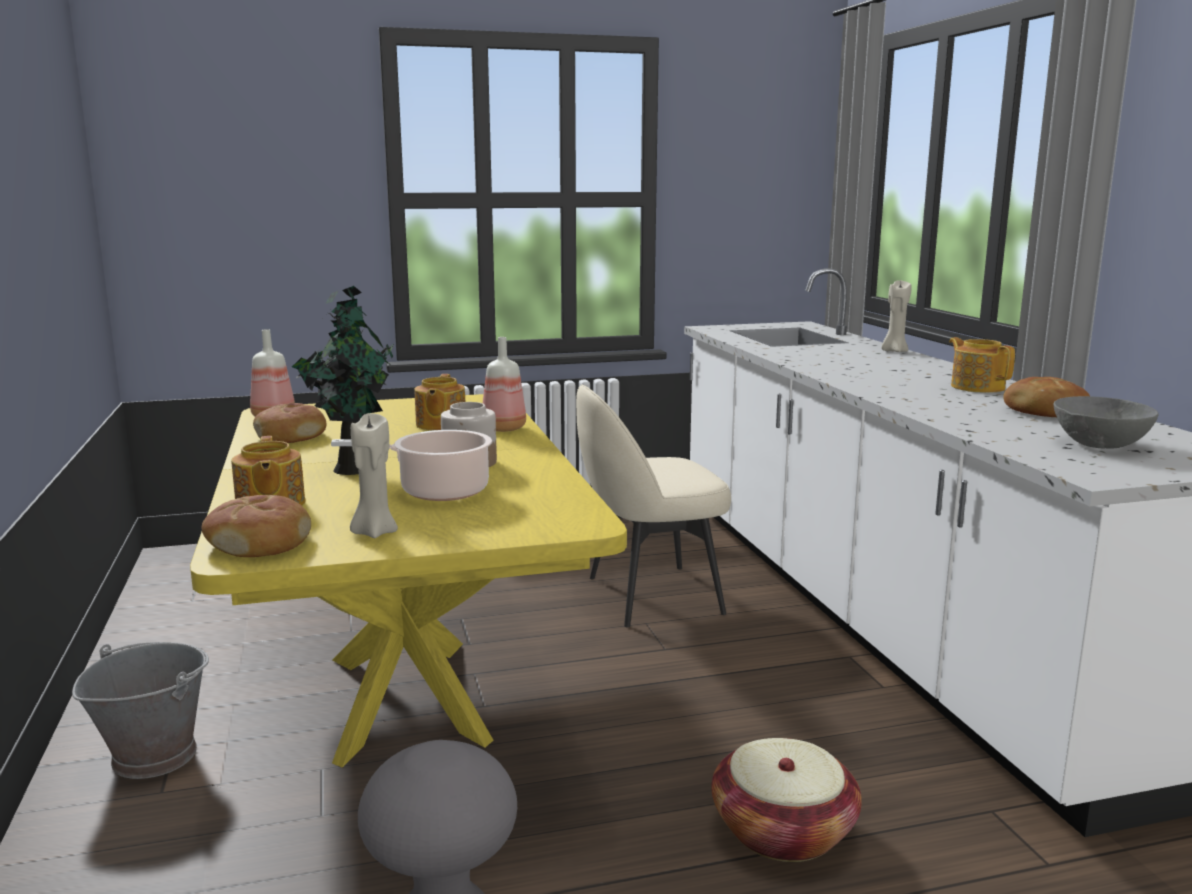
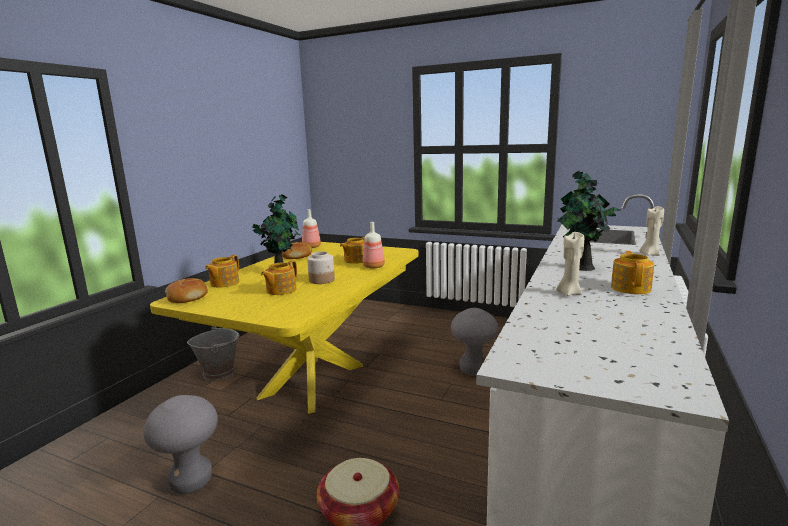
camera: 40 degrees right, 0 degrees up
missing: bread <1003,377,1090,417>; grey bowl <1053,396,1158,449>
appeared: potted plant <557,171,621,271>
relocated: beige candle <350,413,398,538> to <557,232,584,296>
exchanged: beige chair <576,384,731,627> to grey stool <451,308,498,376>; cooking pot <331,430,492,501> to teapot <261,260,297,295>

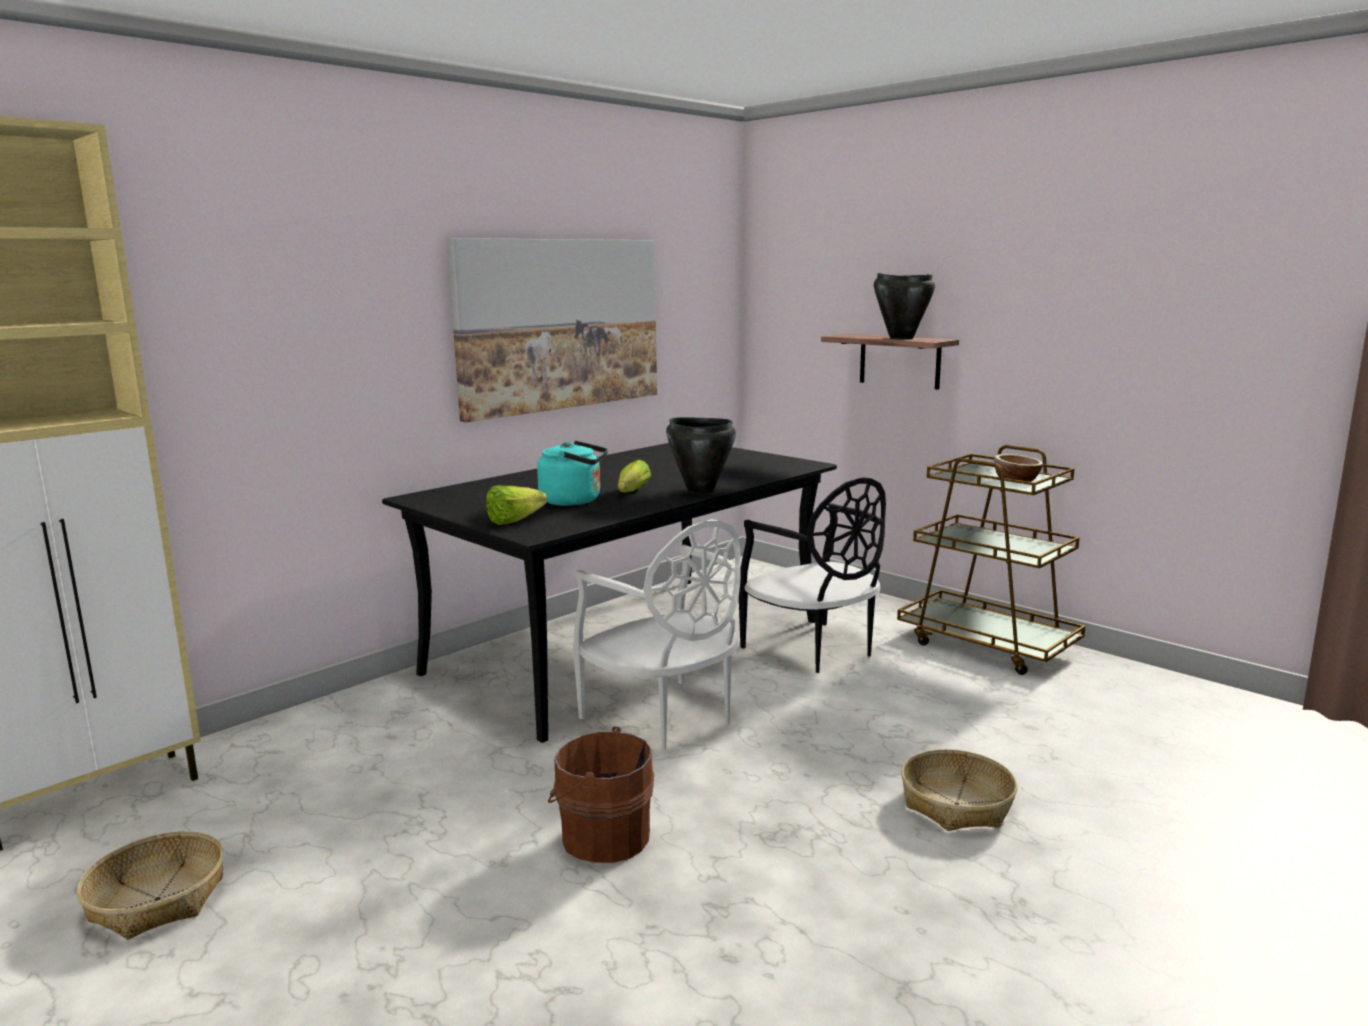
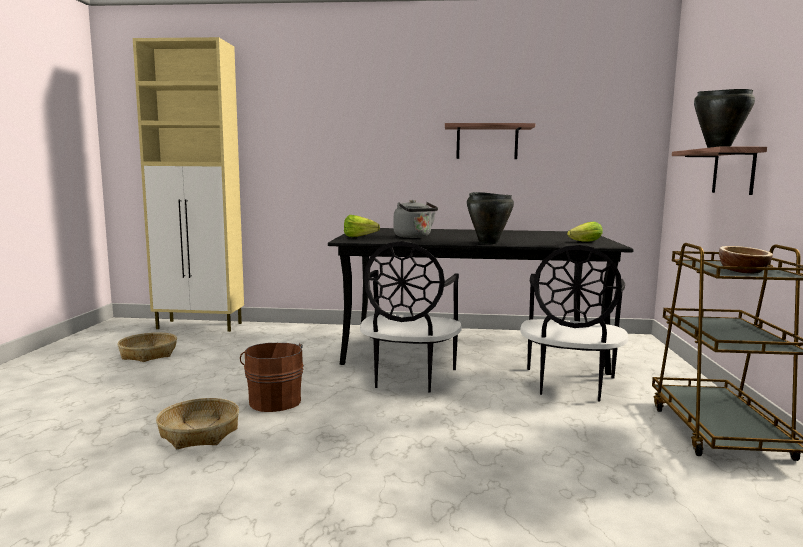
camera: 50 degrees right, 5 degrees down
relocated: lettuce <618,460,651,492> to <567,222,603,242>; basket <901,749,1017,831> to <156,398,239,449>
exchanged: picture <447,238,657,423> to shelf <445,123,535,159>
colour: turquoise kettle <537,441,608,506> to grey kettle <394,200,438,238>; white chair <573,519,740,750> to black chair <360,241,462,393>

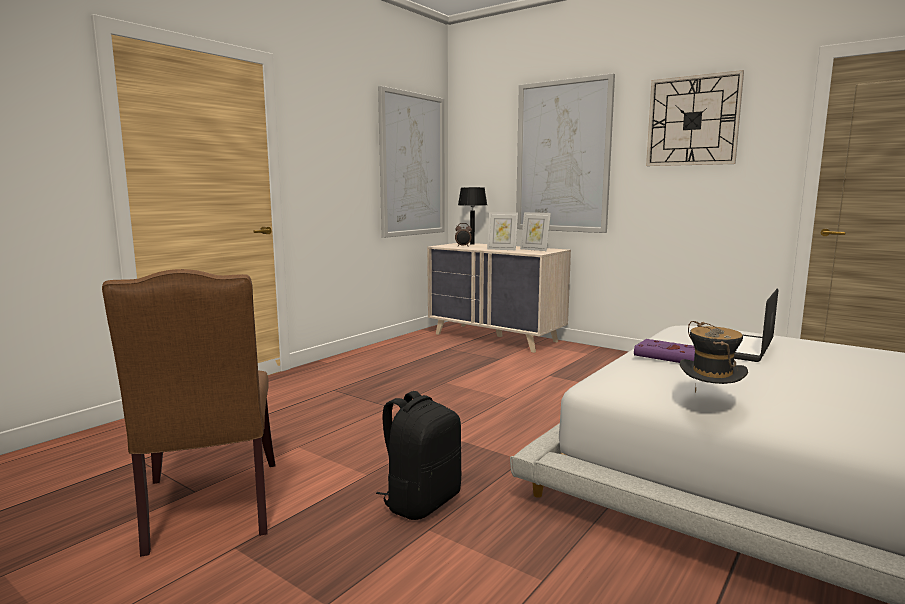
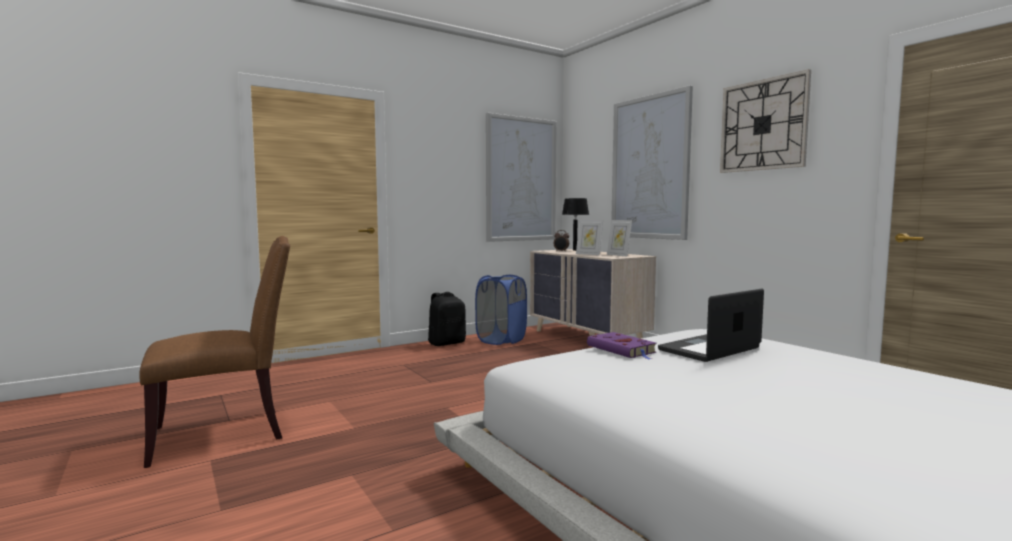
camera: 20 degrees right, 5 degrees down
missing: hat <680,321,748,392>
appeared: blue laundry basket <475,275,527,345>
relocated: black backpack <376,391,461,520> to <428,292,466,346>
spun: brown chair <102,269,275,557> = <140,236,290,468> 120 degrees counterclockwise

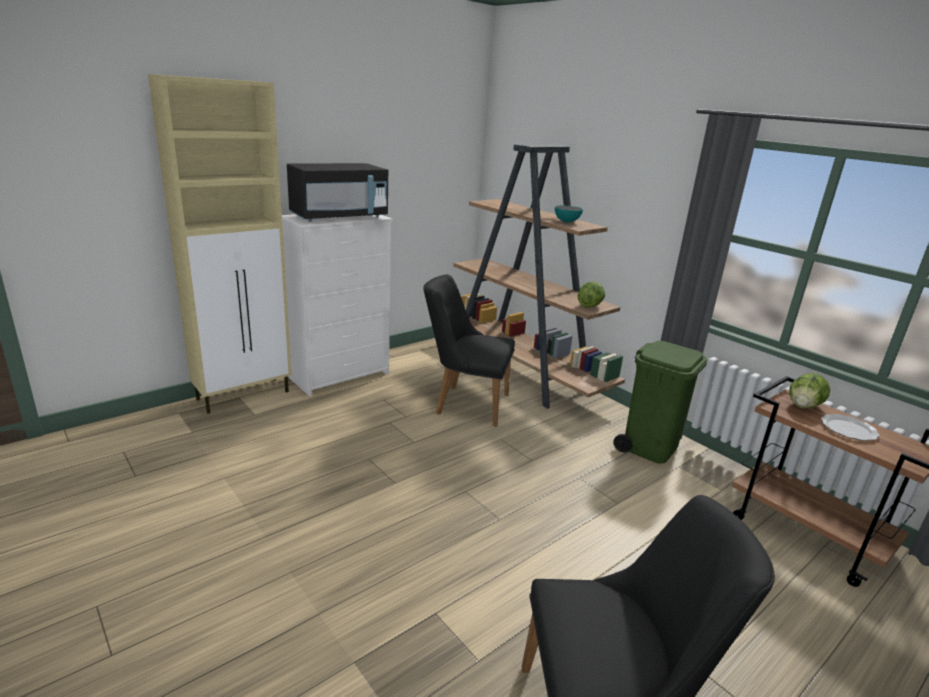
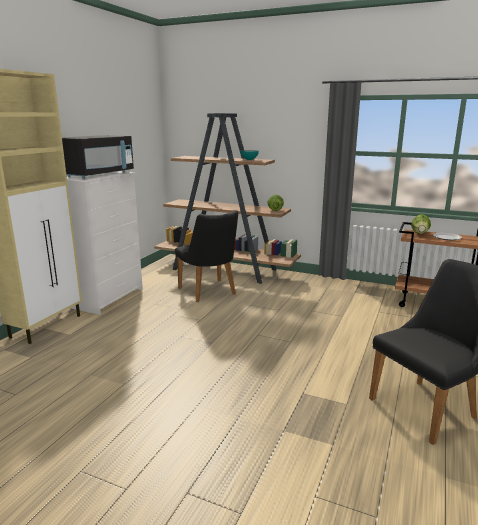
camera: 25 degrees left, 5 degrees down
missing: green trash can <613,341,707,464>
spun: black chair <423,274,515,427> = <175,210,238,302> 105 degrees counterclockwise

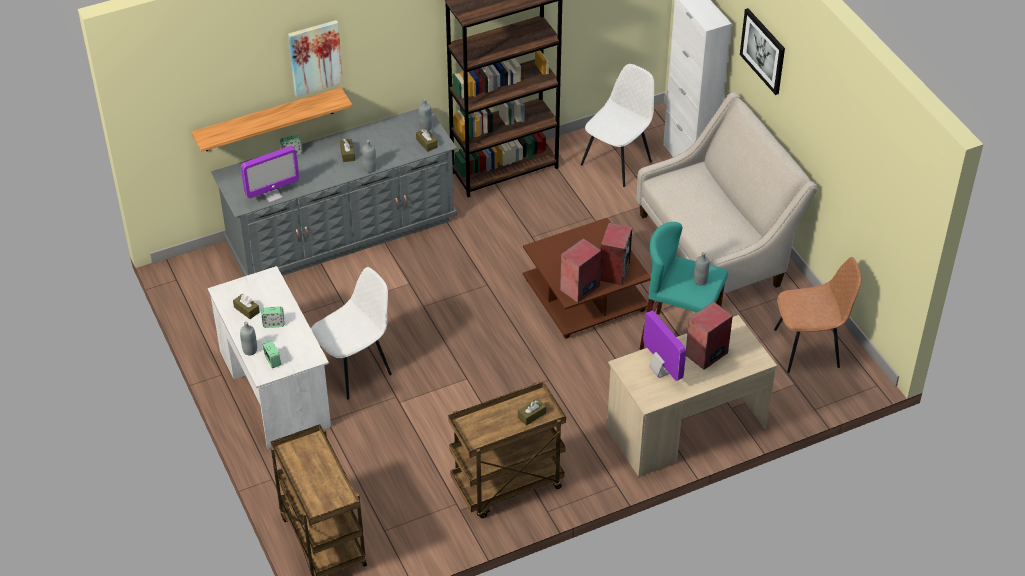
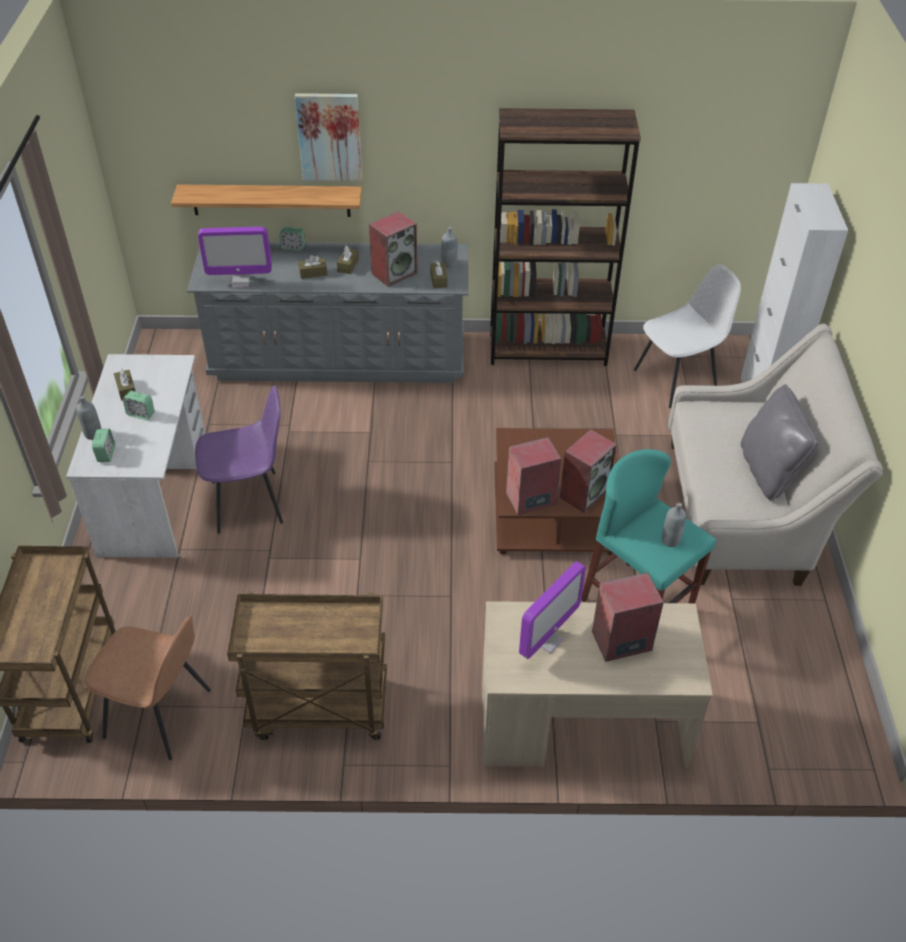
camera: 25 degrees right, 0 degrees up
missing: picture <740,8,785,95>; grey bottle <362,140,377,173>
appeared: speaker <369,211,417,287>; grey pillow <741,384,819,501>
relocated: brown chair <774,257,861,373> to <85,616,211,760>; brown tissue box <518,398,546,425> to <298,255,327,279>
colour: white chair <311,267,392,400> to purple chair <195,385,283,534>
spun: monitor <643,311,686,381> = <519,561,586,659> 45 degrees clockwise

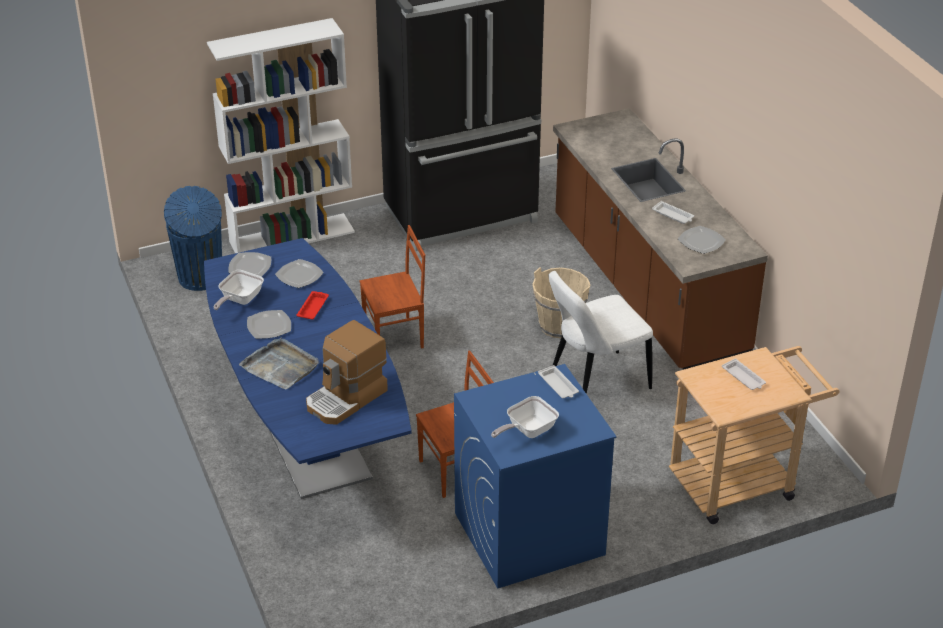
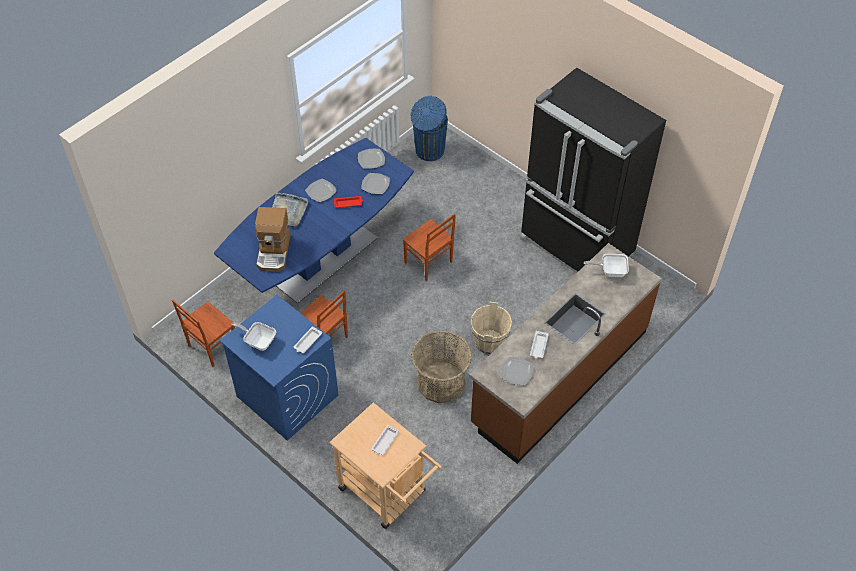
camera: 65 degrees right, 15 degrees up
missing: white bookcase <207,18,355,253>
appeared: brown chair <172,300,235,367>
relocated: frying pan <213,270,264,310> to <584,254,629,277>
exchanged: white chair <548,271,653,394> to basket <411,330,472,403>
spun: coffee machine <306,320,388,425> = <255,207,291,272> 105 degrees counterclockwise

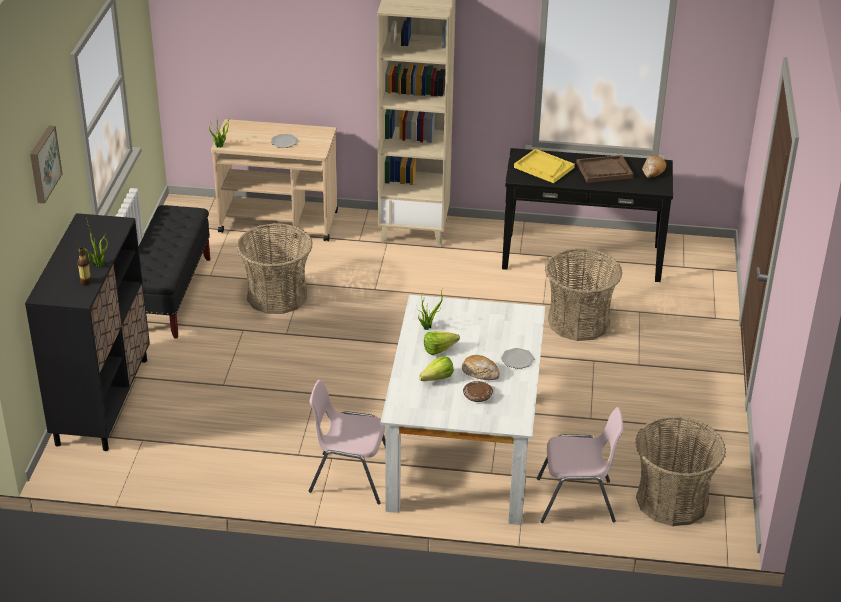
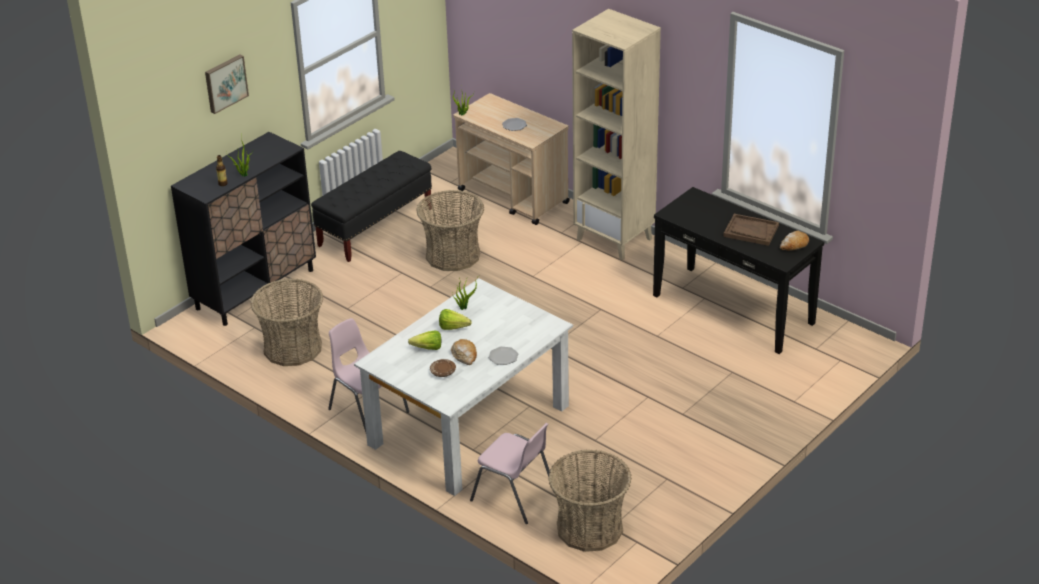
camera: 35 degrees right, 0 degrees up
missing: yellow tray <514,149,575,183>
relocated: basket <545,248,622,341> to <250,279,323,366>

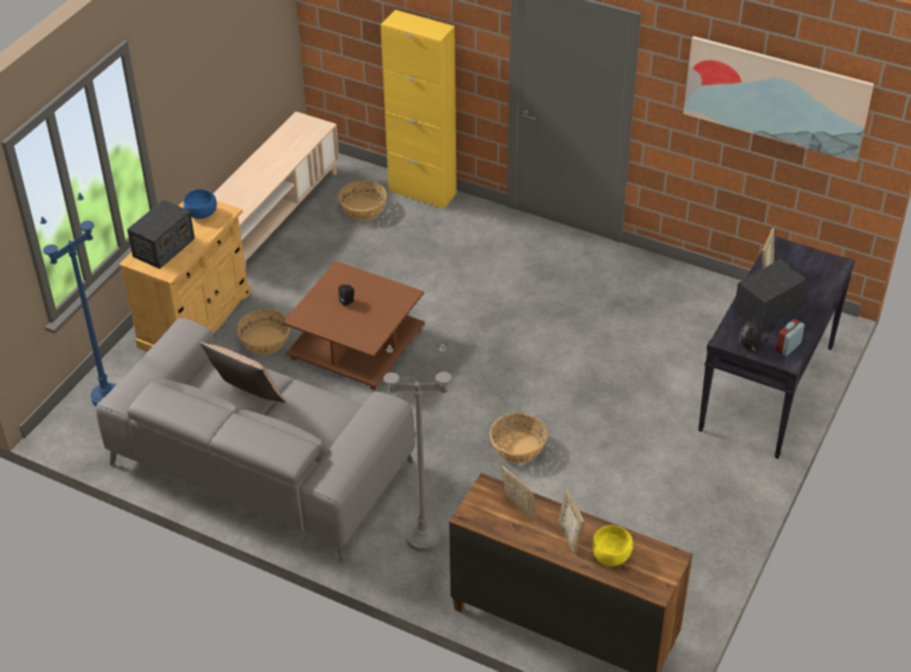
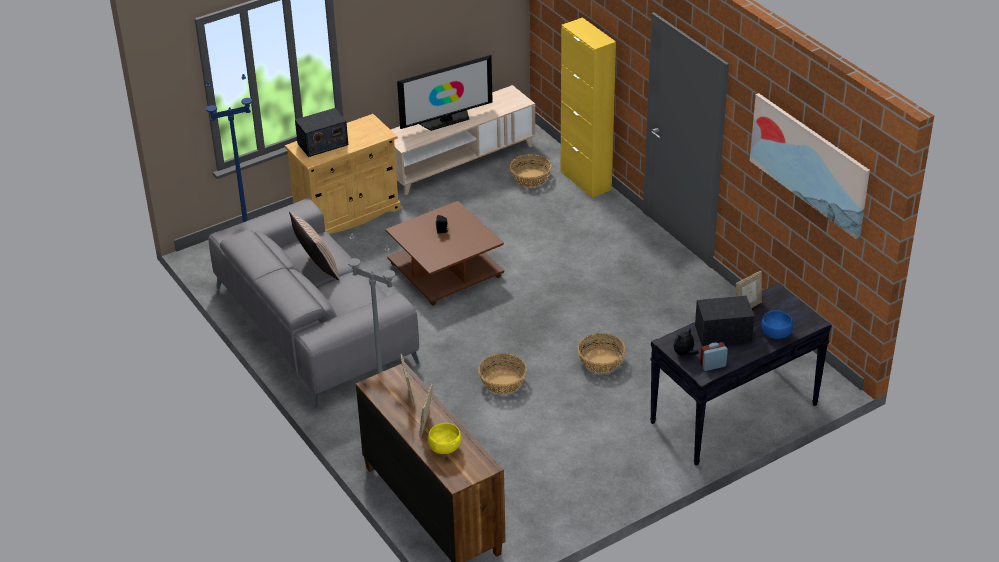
camera: 30 degrees right, 5 degrees down
appeared: television <397,54,493,131>
relocated: blue bowl <183,189,217,219> to <761,310,793,339>; basket <237,309,290,355> to <577,333,626,373>

